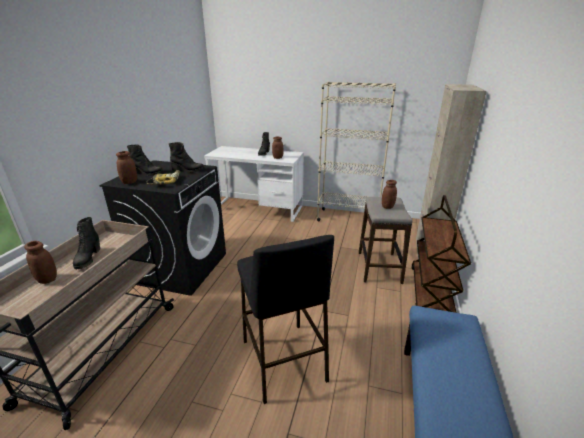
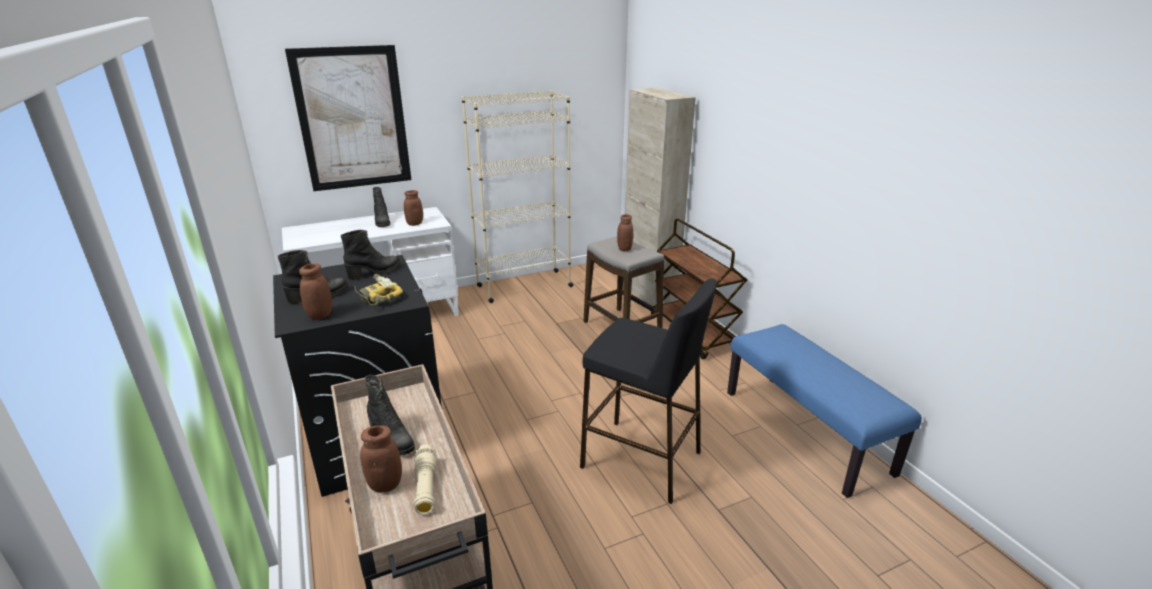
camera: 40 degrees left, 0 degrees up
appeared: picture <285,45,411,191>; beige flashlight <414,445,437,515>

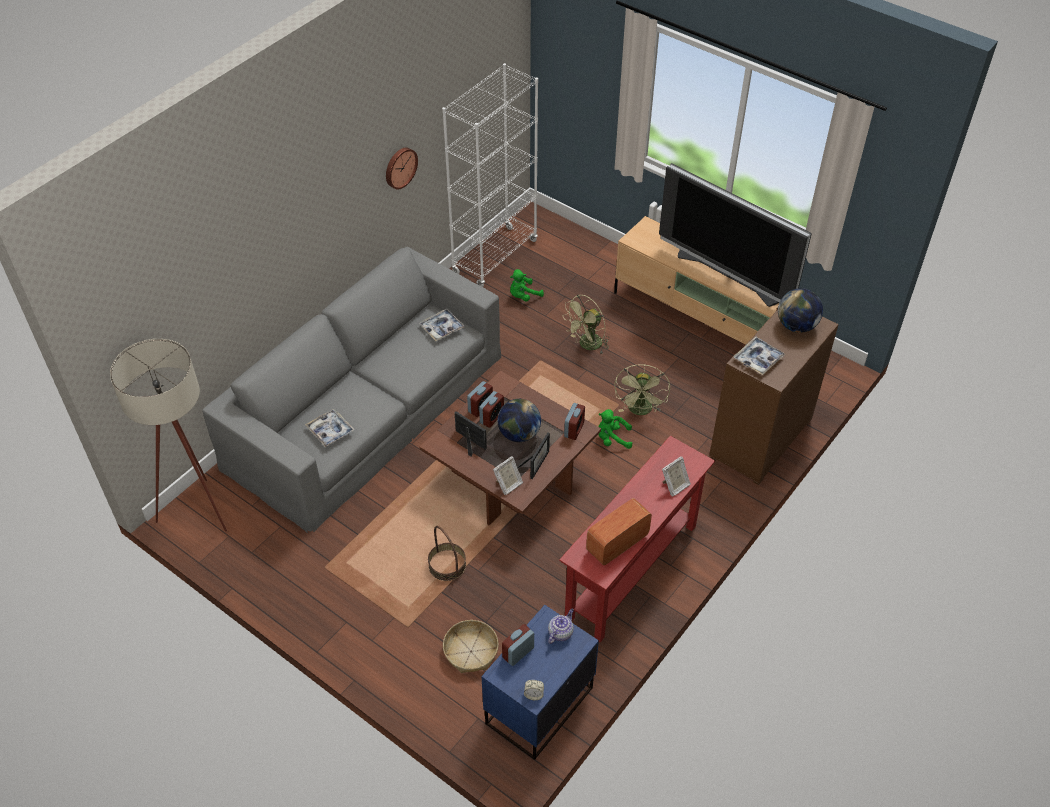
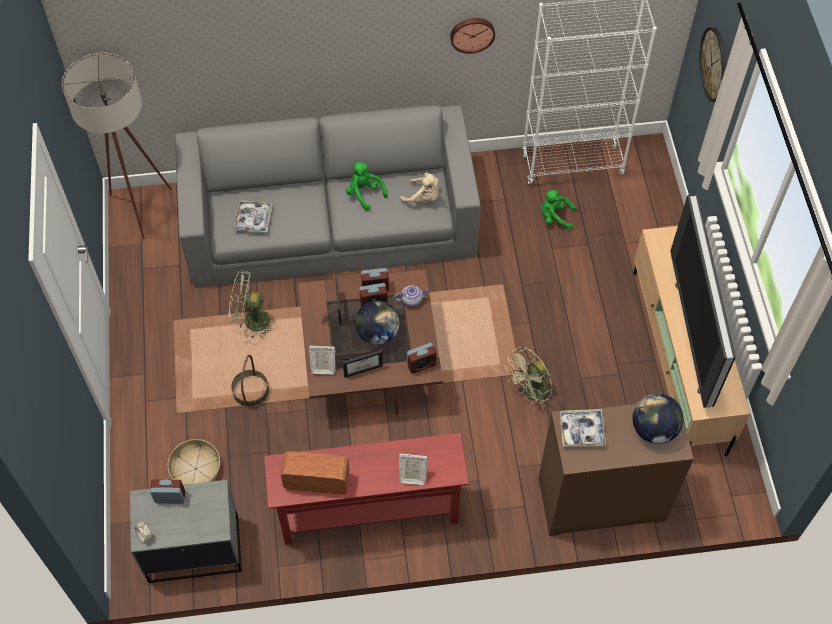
camera: 45 degrees right, 10 degrees up
appeared: wall clock <699,27,727,102>
relocated: green fan <563,294,609,354> to <229,271,275,338>; green plush toy <598,409,632,449> to <346,161,388,211>; teapot <548,608,574,644> to <394,285,430,307>
exchanged: tray <419,309,465,341> to beige plush toy <400,173,439,203>
colour: blue nightstand <482,605,599,760> to grey nightstand <130,480,242,583>

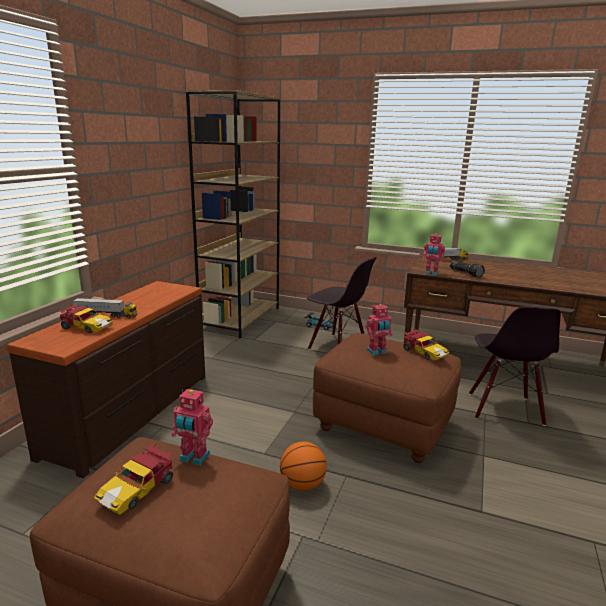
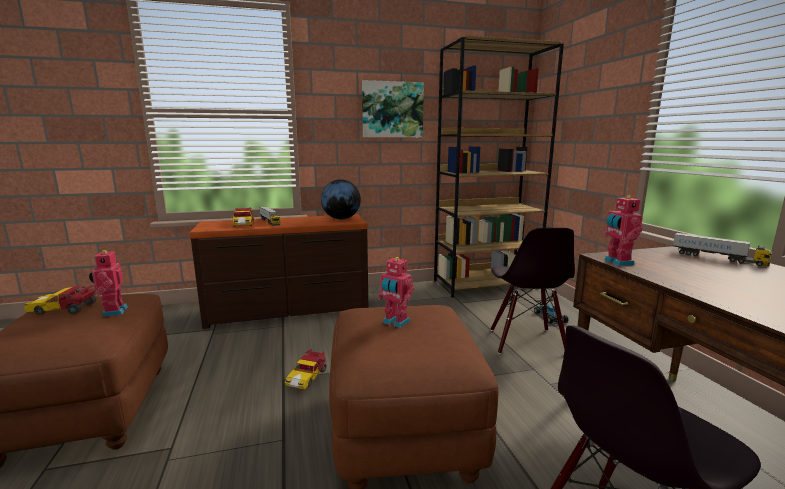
camera: 55 degrees right, 5 degrees down
missing: flashlight <450,261,485,277>; basketball <280,441,327,491>
appeared: picture <362,80,424,137>; globe <321,179,361,219>
relocated: toy car <403,329,449,361> to <284,349,327,390>

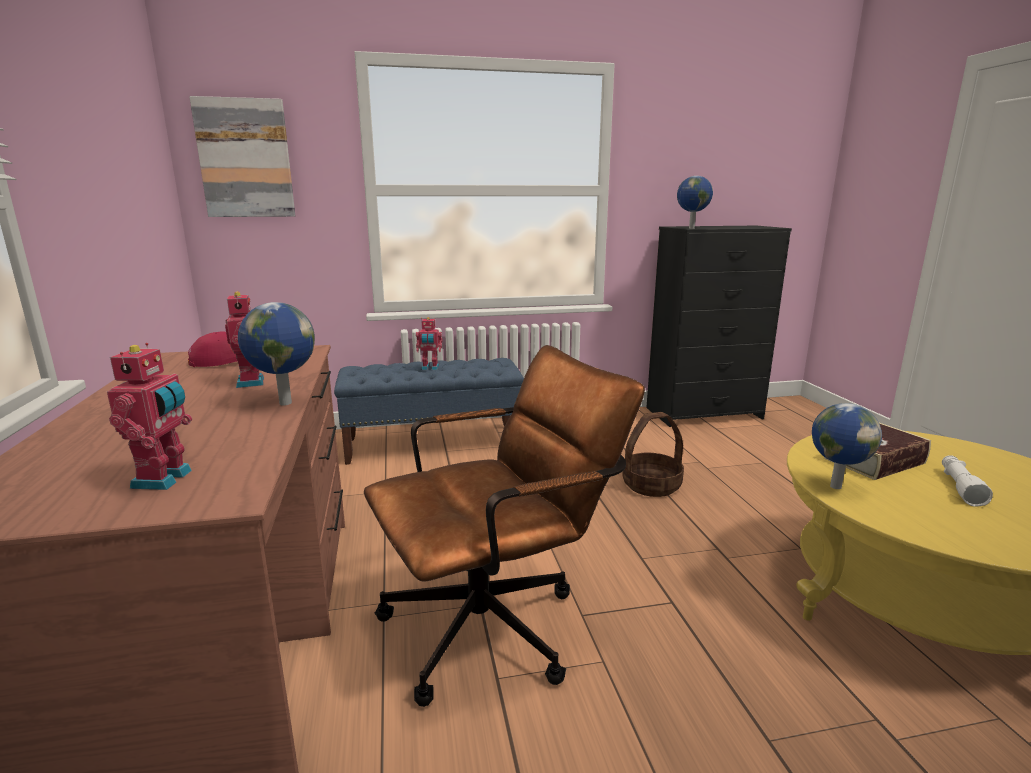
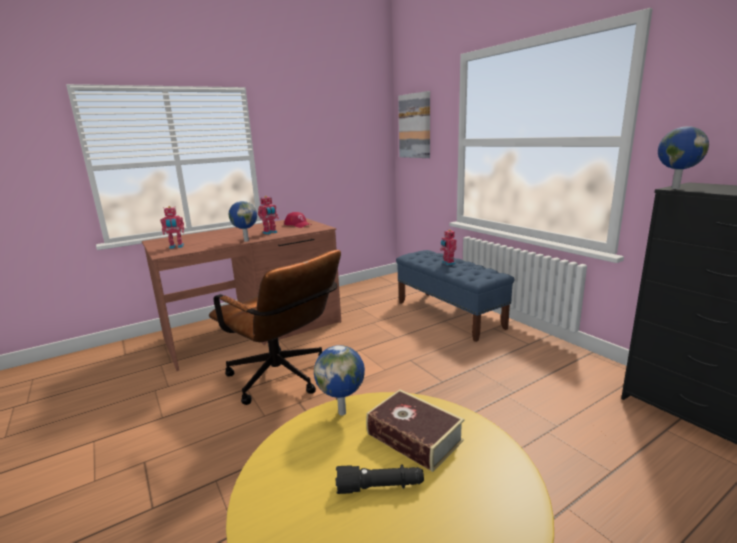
camera: 70 degrees right, 0 degrees up
missing: basket <623,412,684,497>
colour: white flashlight <942,455,993,506> to black flashlight <336,465,424,494>

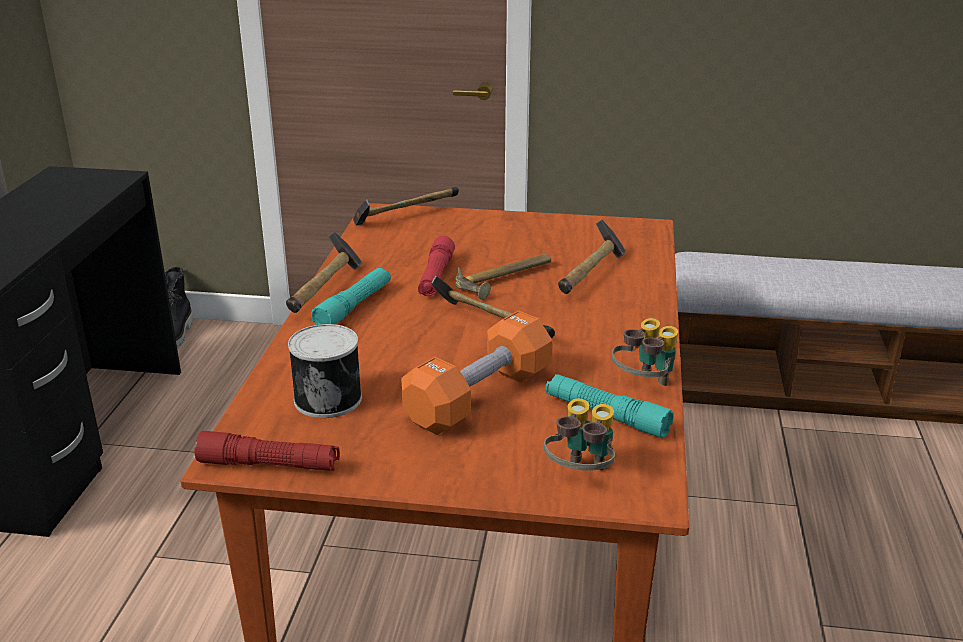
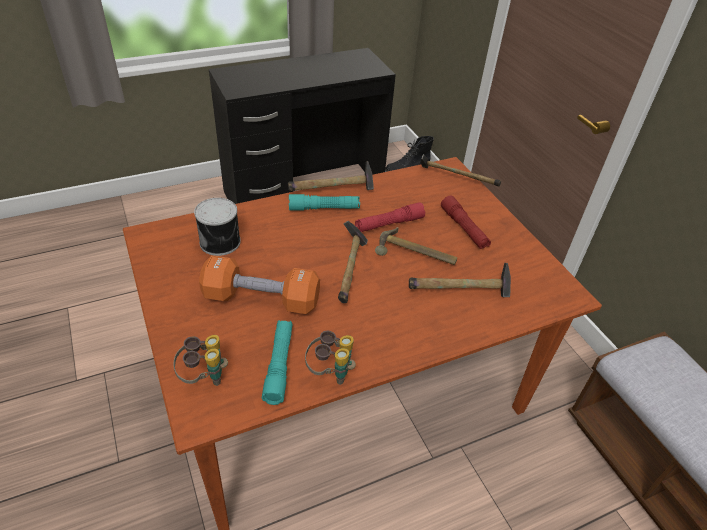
camera: 55 degrees right, 15 degrees up
relocated: red flashlight <195,431,340,471> to <441,196,491,249>

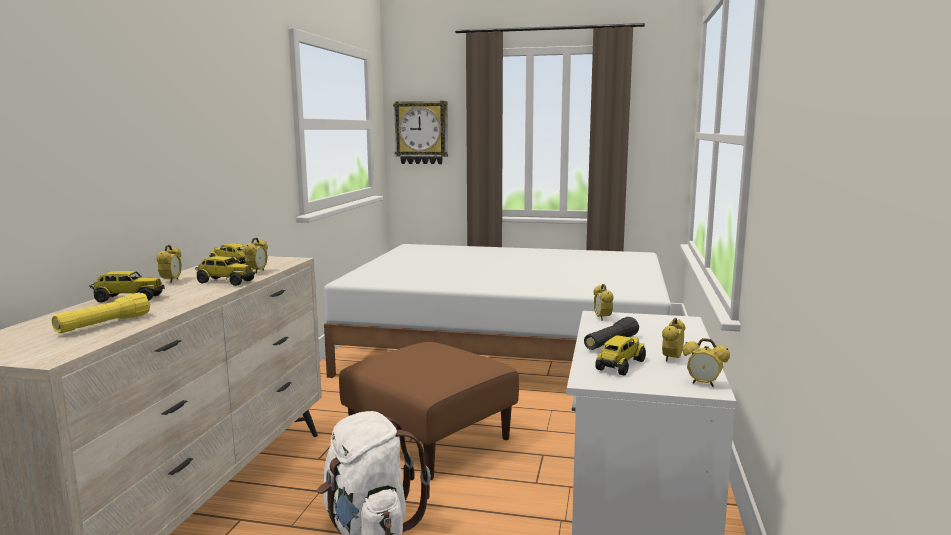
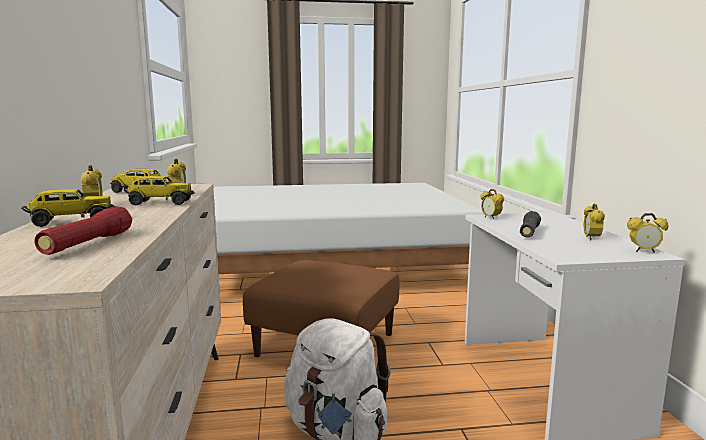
camera: 20 degrees left, 0 degrees up
missing: wall clock <393,101,448,164>; toy truck <595,335,646,376>
colour: yellow flashlight <52,293,150,333> to red flashlight <35,206,132,255>

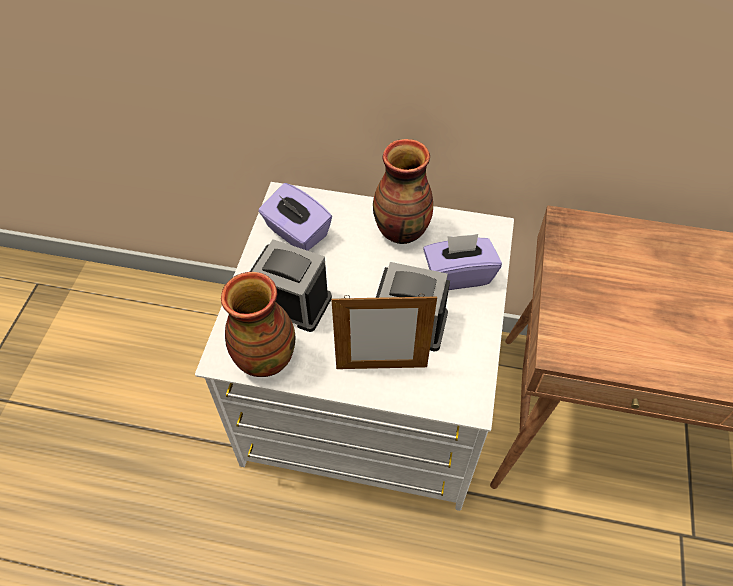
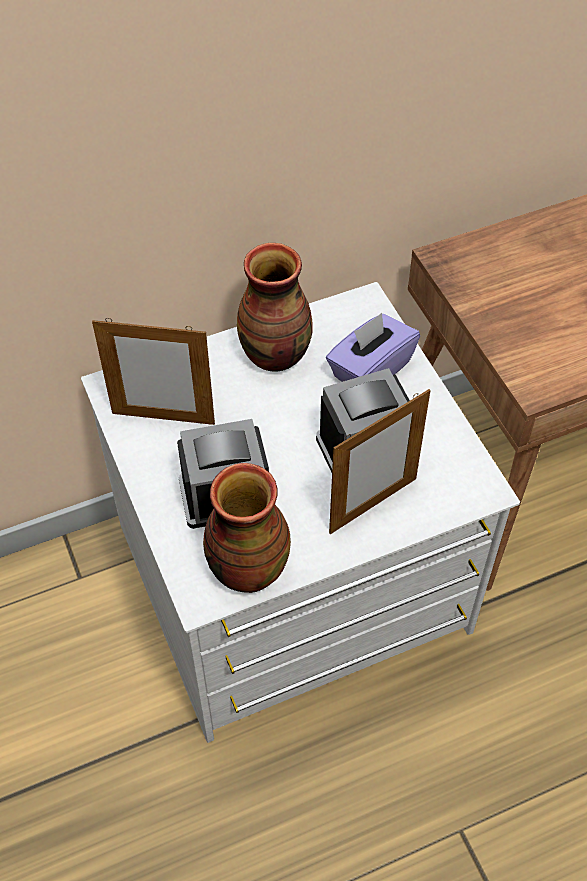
camera: 35 degrees left, 0 degrees up
exchanged: purple tissue box <258,183,332,251> to picture frame <92,318,215,425>

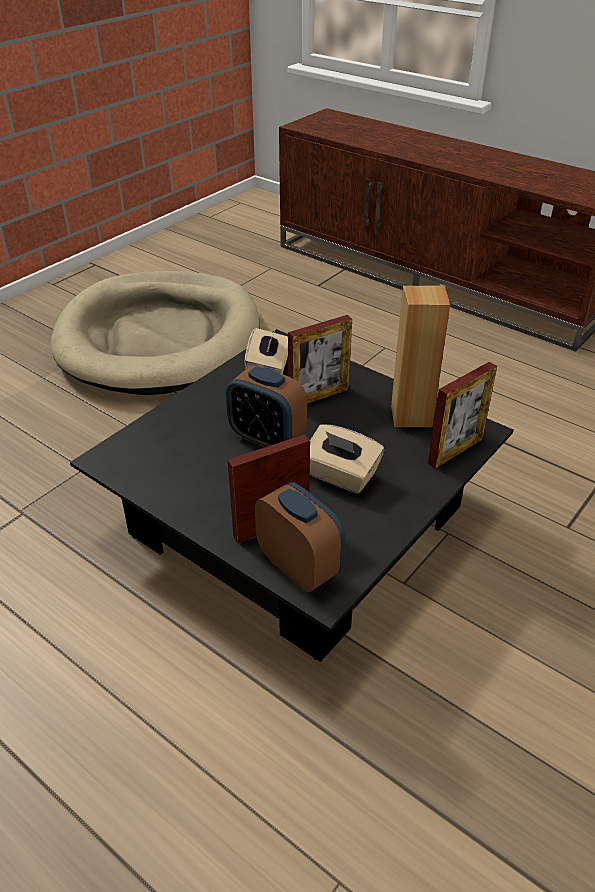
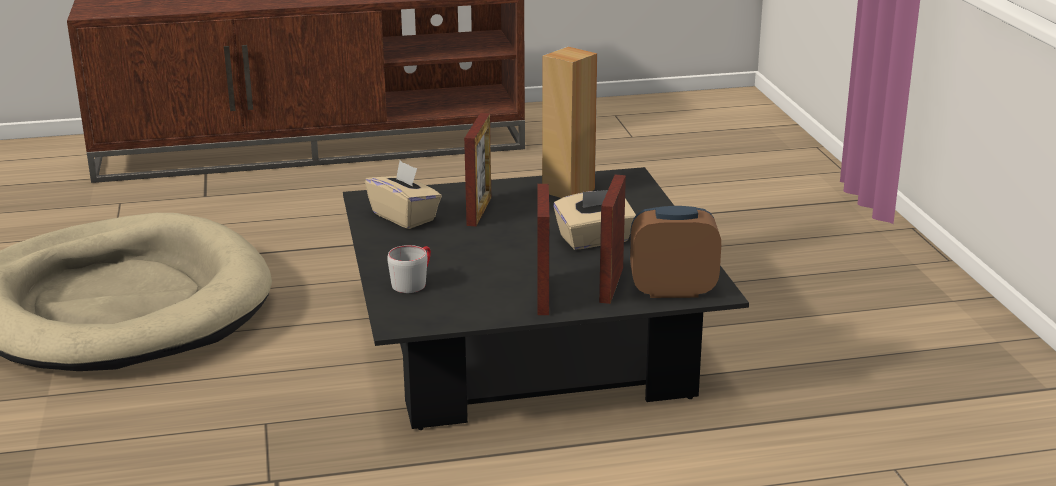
camera: 50 degrees left, 15 degrees down
missing: alarm clock <226,365,307,447>
appeared: grey mug <387,245,431,293>
relocated: picture frame <428,362,497,469> to <537,184,549,315>

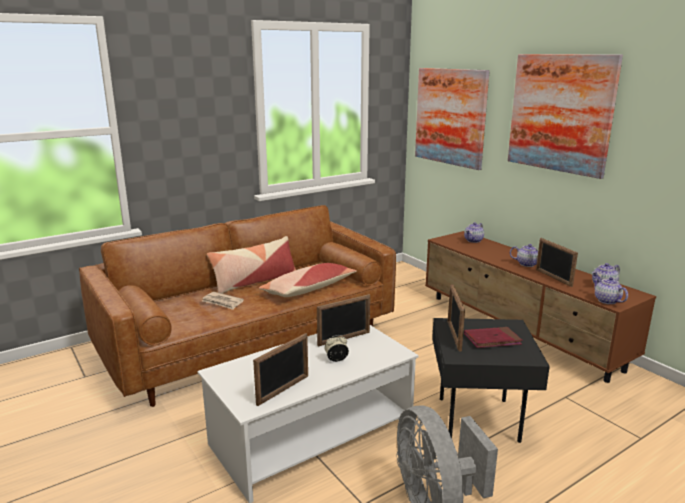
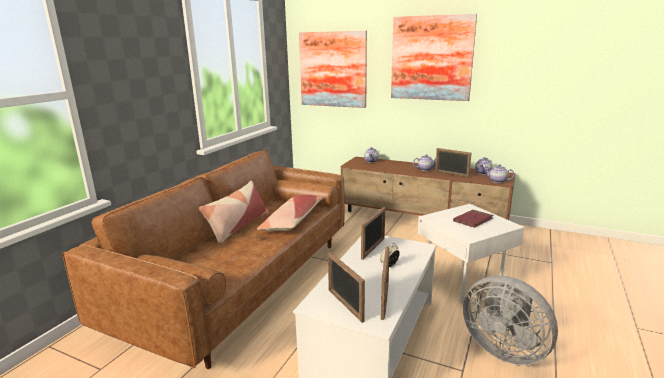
camera: 30 degrees left, 0 degrees up
missing: newspaper <202,292,244,310>
relocated: picture frame <448,285,465,351> to <328,252,365,323>
colour: black side table <432,318,550,443> to white side table <418,204,524,303>

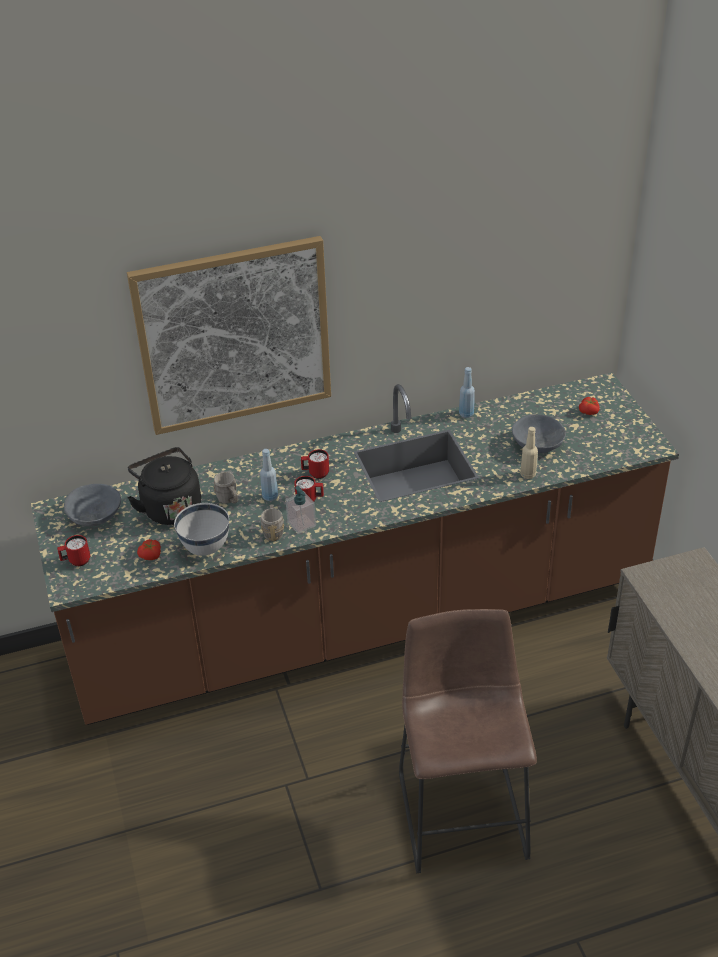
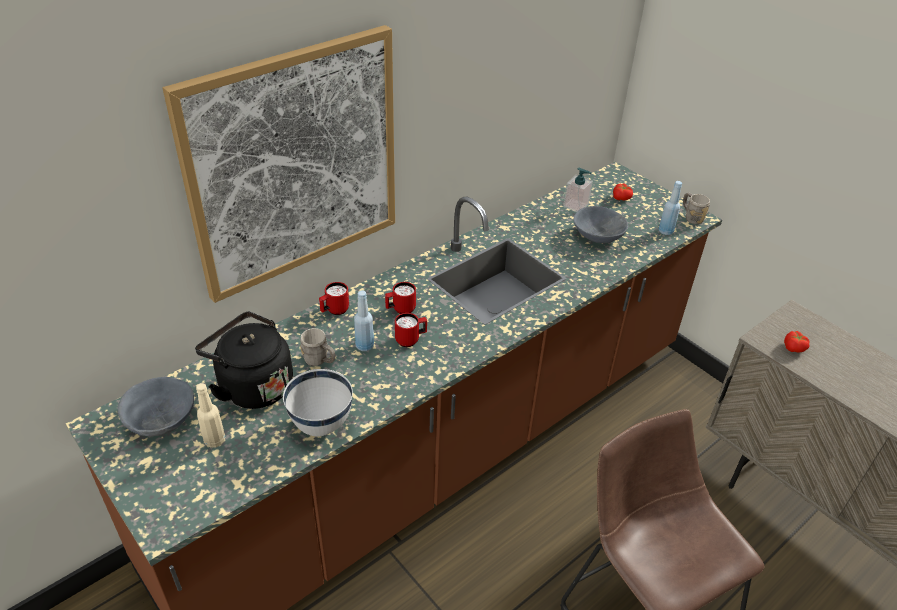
camera: 25 degrees left, 0 degrees up
relocated: blue bottle <459,367,475,418> to <659,181,682,235>; beige bottle <520,427,538,479> to <196,383,225,448>; soap dispenser <285,486,316,534> to <563,168,593,212>; grey mug <261,504,284,541> to <683,193,710,224>; red mug <57,535,90,566> to <319,282,349,315>; tomato <137,539,161,560> to <784,331,810,353>

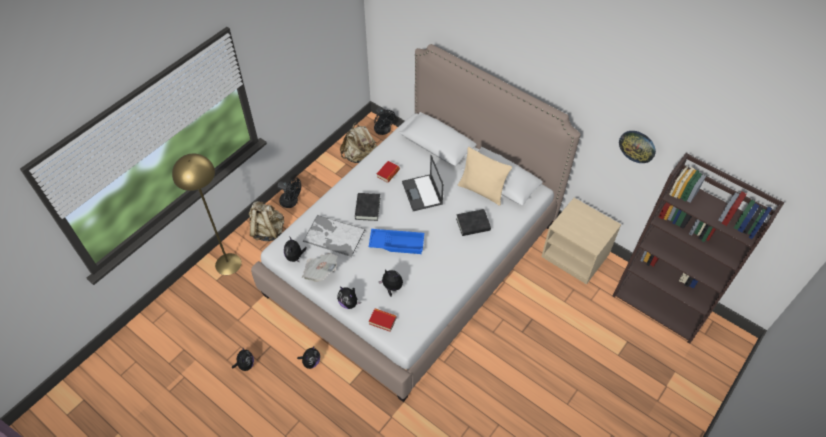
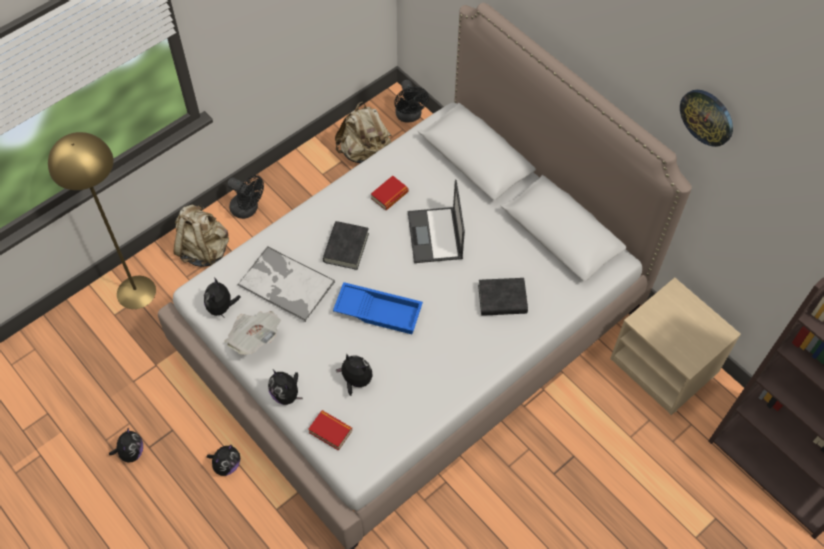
camera: 10 degrees right, 5 degrees up
missing: beige pillow <458,147,512,206>
relocated: wall clock <619,131,656,163> to <680,90,733,147>

